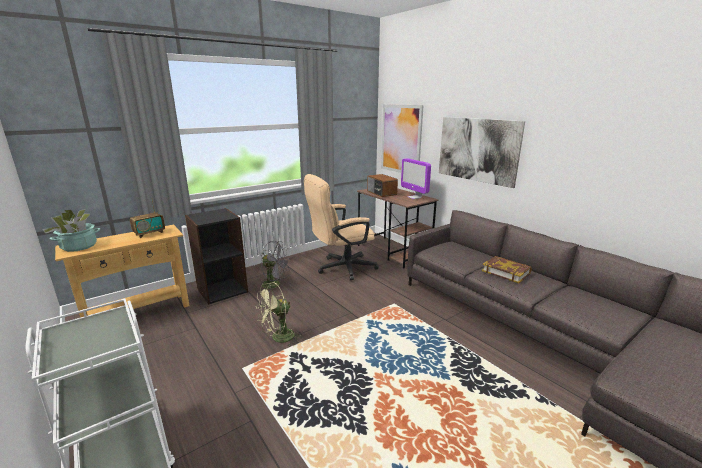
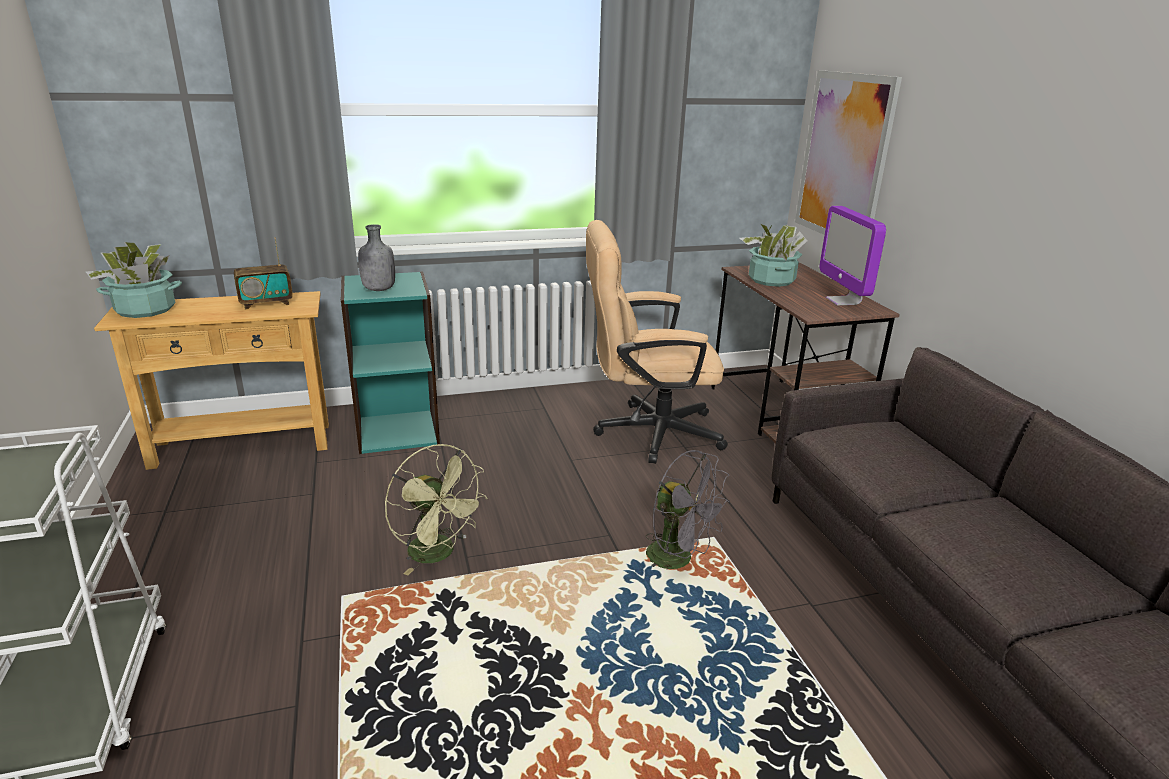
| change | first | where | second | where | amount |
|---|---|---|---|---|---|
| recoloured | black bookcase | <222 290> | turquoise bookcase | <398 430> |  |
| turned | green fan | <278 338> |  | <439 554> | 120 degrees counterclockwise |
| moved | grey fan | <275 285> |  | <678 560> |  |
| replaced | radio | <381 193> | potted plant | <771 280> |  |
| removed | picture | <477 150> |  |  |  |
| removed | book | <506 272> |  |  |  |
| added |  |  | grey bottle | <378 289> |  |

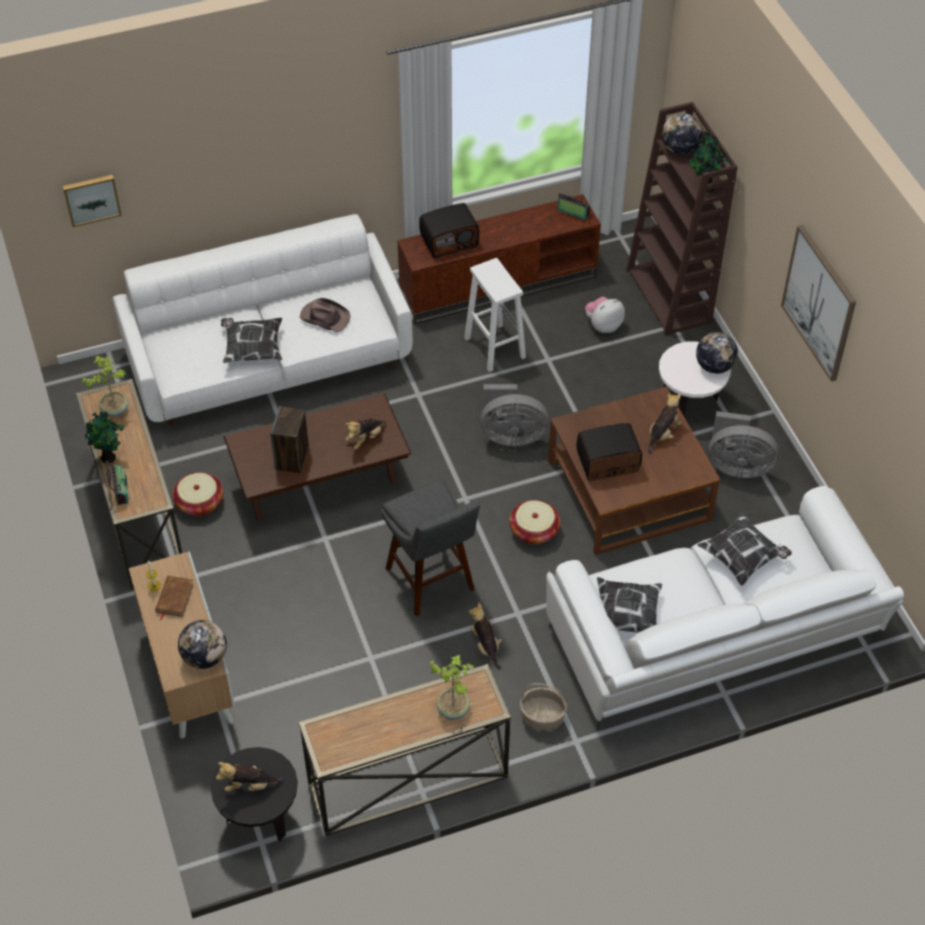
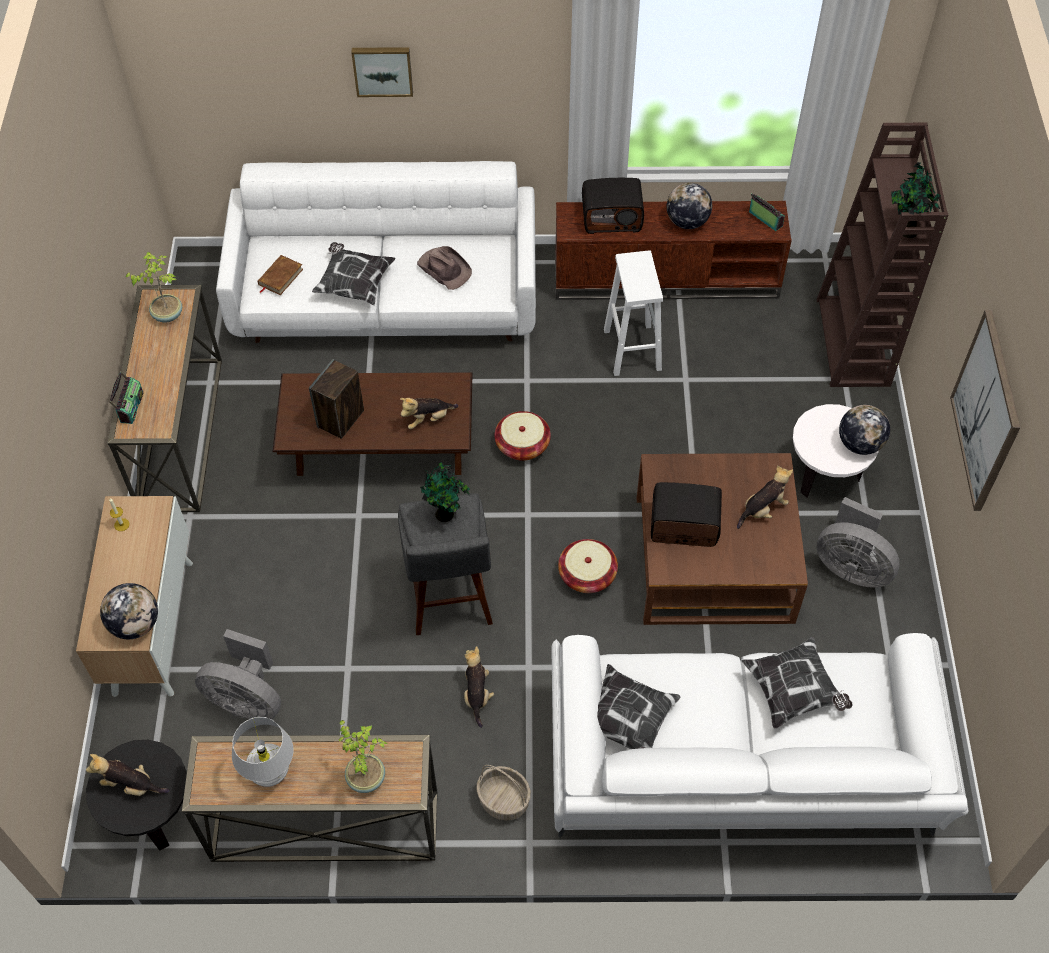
| change | first | where | second | where | amount |
|---|---|---|---|---|---|
| moved | picture | <91 199> |  | <383 70> |  |
| moved | potted plant | <109 457> |  | <446 515> |  |
| moved | brown book | <174 598> |  | <280 277> |  |
| moved | basket | <199 502> |  | <522 445> |  |
| moved | grey fan | <511 435> |  | <247 700> |  |
| removed | plush toy | <603 325> |  |  |  |
| moved | globe | <680 149> |  | <687 222> |  |
| added |  |  | white table lamp | <270 772> |  |

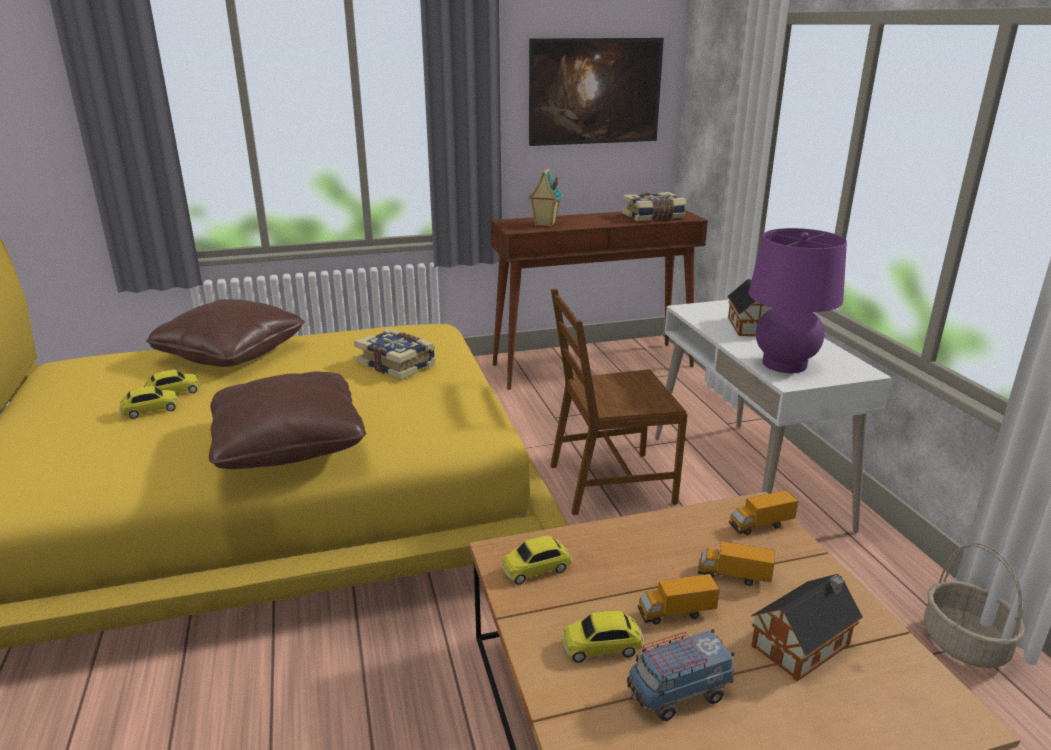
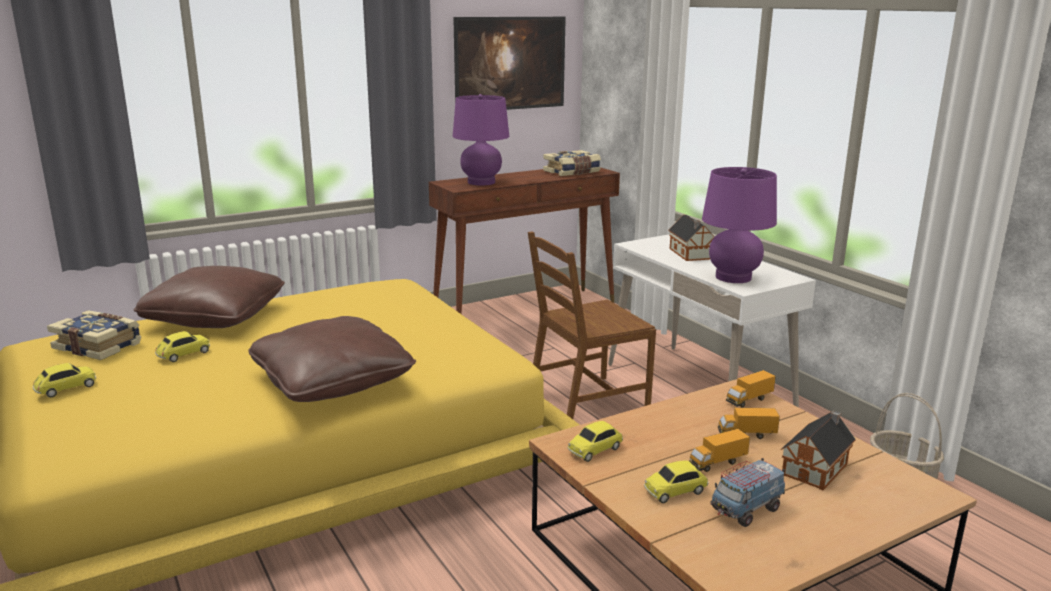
| change | first | where | second | where | amount |
|---|---|---|---|---|---|
| moved | toy car | <150 410> |  | <66 388> |  |
| moved | book | <397 364> |  | <99 346> |  |
| replaced | toy house | <544 224> | purple table lamp | <481 182> |  |

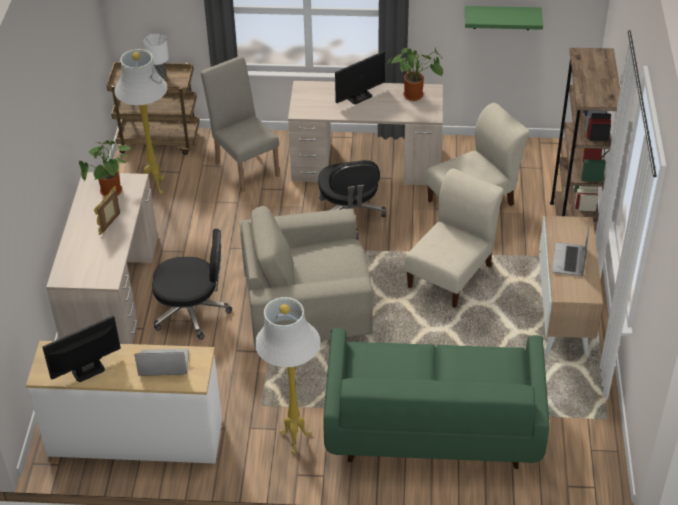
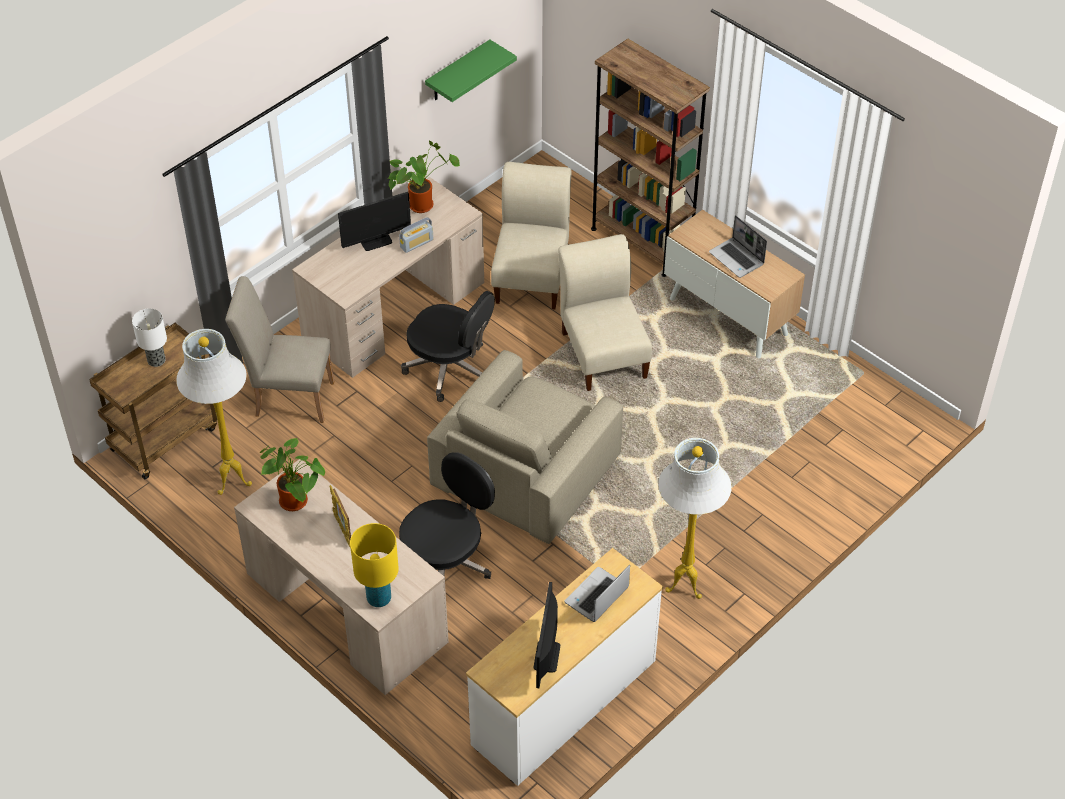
| change | first | where | second | where | amount |
|---|---|---|---|---|---|
| removed | green sofa | <432 423> |  |  |  |
| turned | monitor | <359 96> |  | <376 241> | 60 degrees clockwise |
| added |  |  | yellow table lamp | <379 598> |  |
| added |  |  | radio | <416 243> |  |

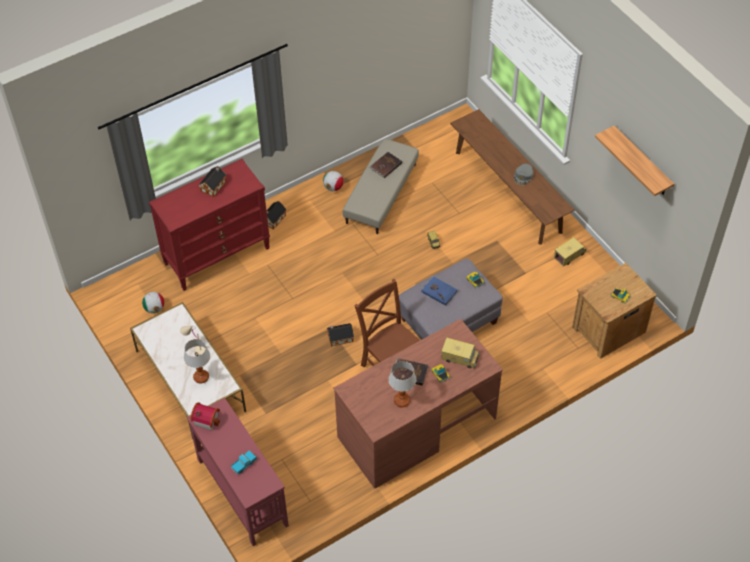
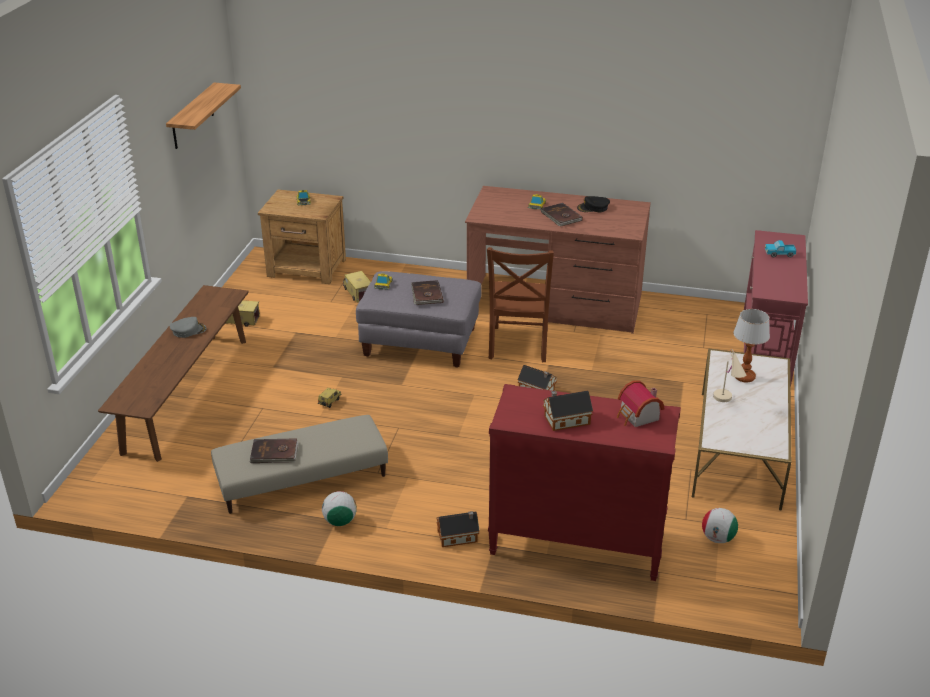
| change | first | where | second | where | amount |
|---|---|---|---|---|---|
| moved | toy house | <206 419> |  | <638 417> |  |
| replaced | table lamp | <401 401> | black cap | <593 208> |  |
| recoloured | blue book | <439 291> | brown book | <426 294> |  |
| moved | toy truck | <460 357> |  | <358 293> |  |

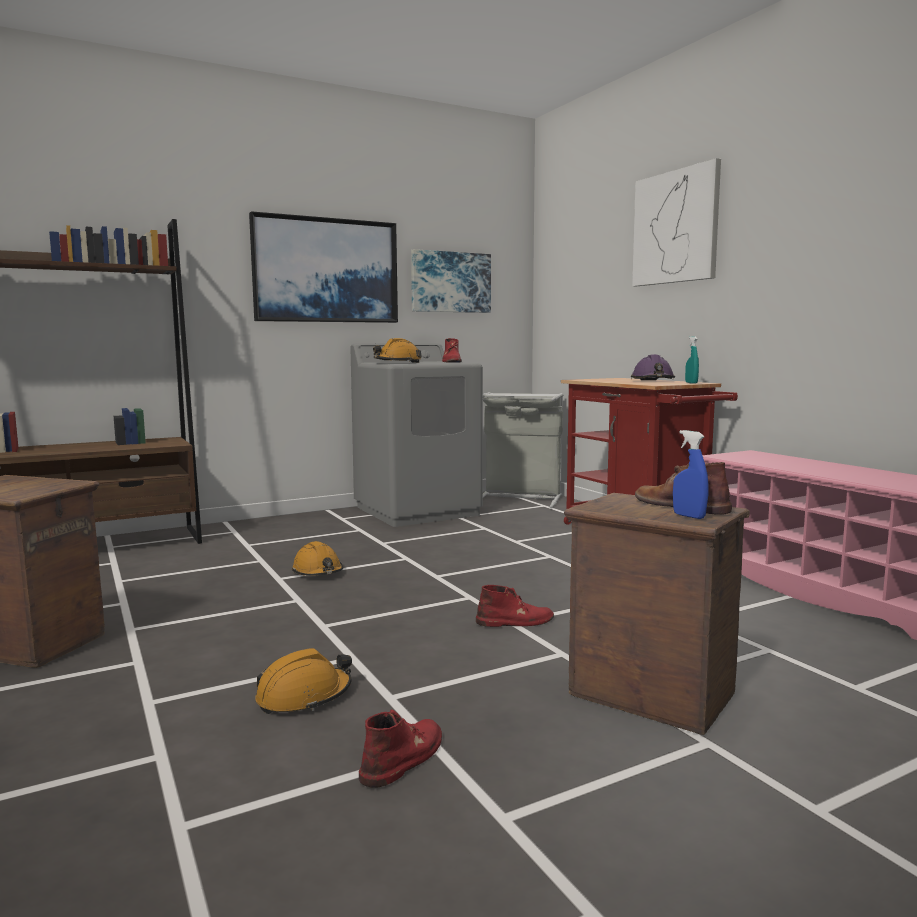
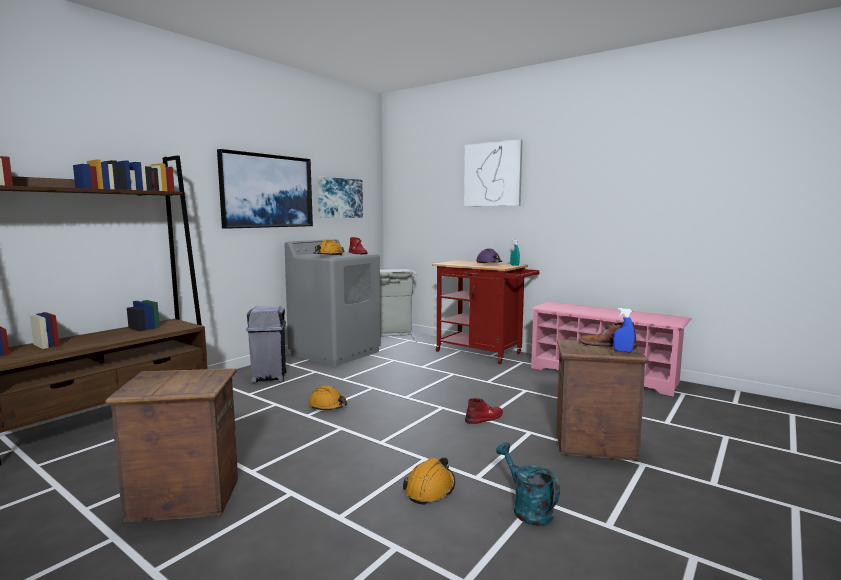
| change | first | where | second | where | amount |
|---|---|---|---|---|---|
| replaced | red boot | <404 757> | turquoise watering can | <527 508> |  |
| added |  |  | grey trash can | <269 377> |  |

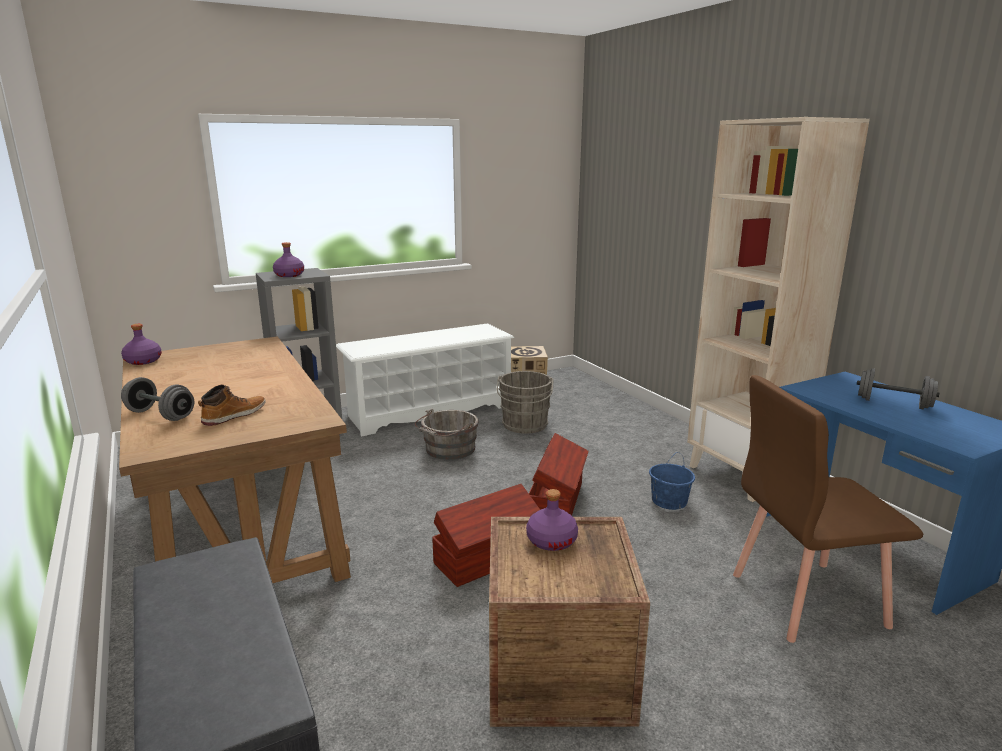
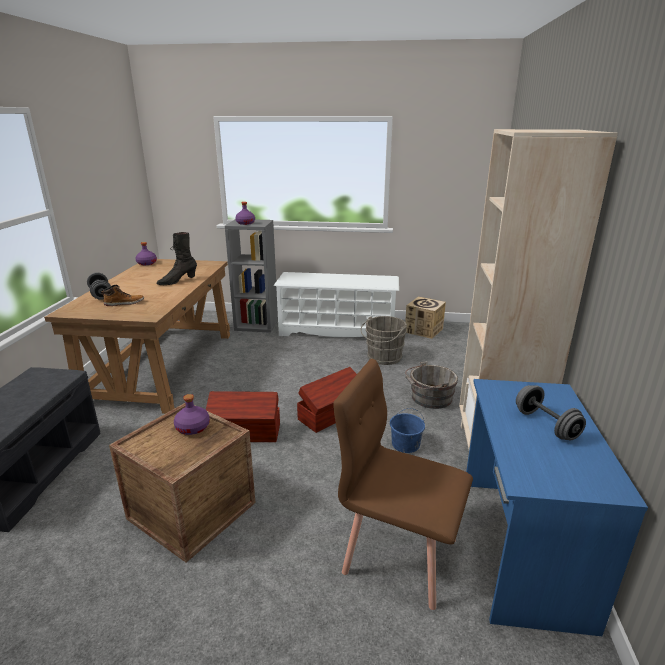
| change | first | where | second | where | amount |
|---|---|---|---|---|---|
| moved | grey bucket | <448 450> |  | <429 398> |  |
| added |  |  | black boot | <177 281> |  |

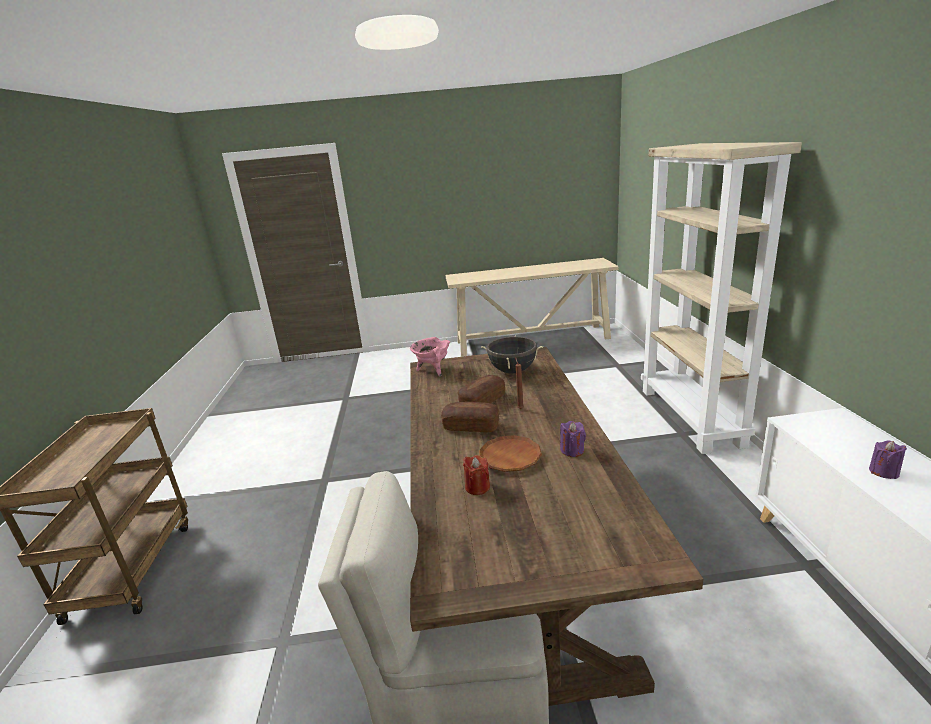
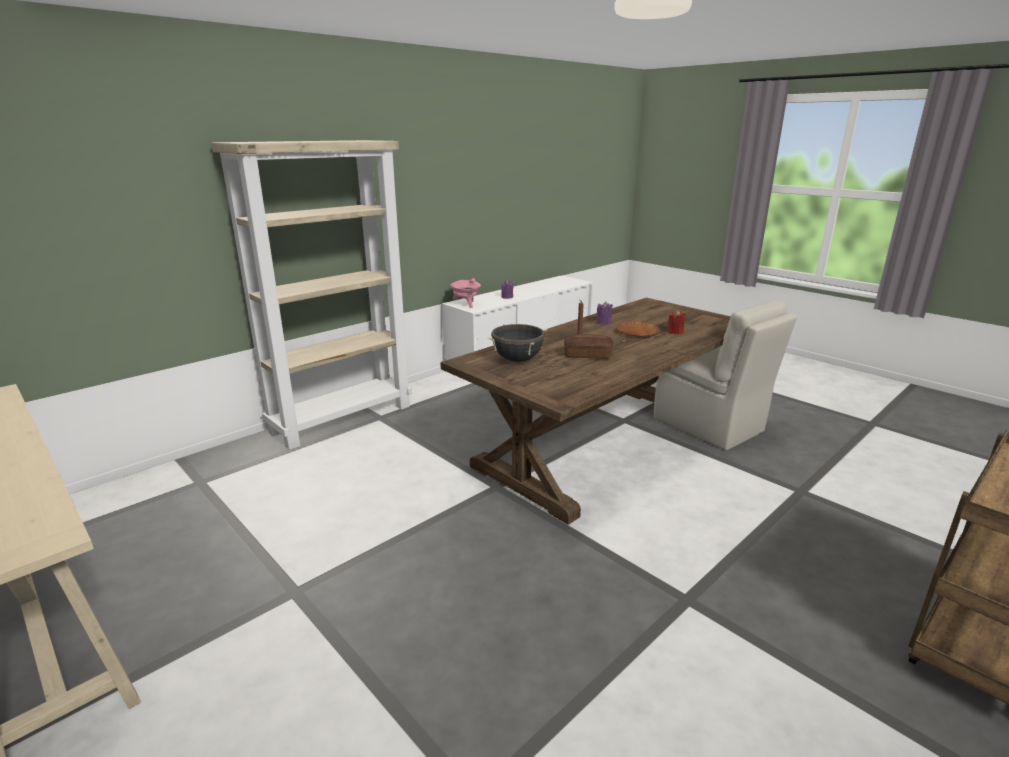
| change | first | where | second | where | amount |
|---|---|---|---|---|---|
| moved | pink cooking pot | <433 370> |  | <466 305> |  |
| removed | bread | <471 426> |  |  |  |

